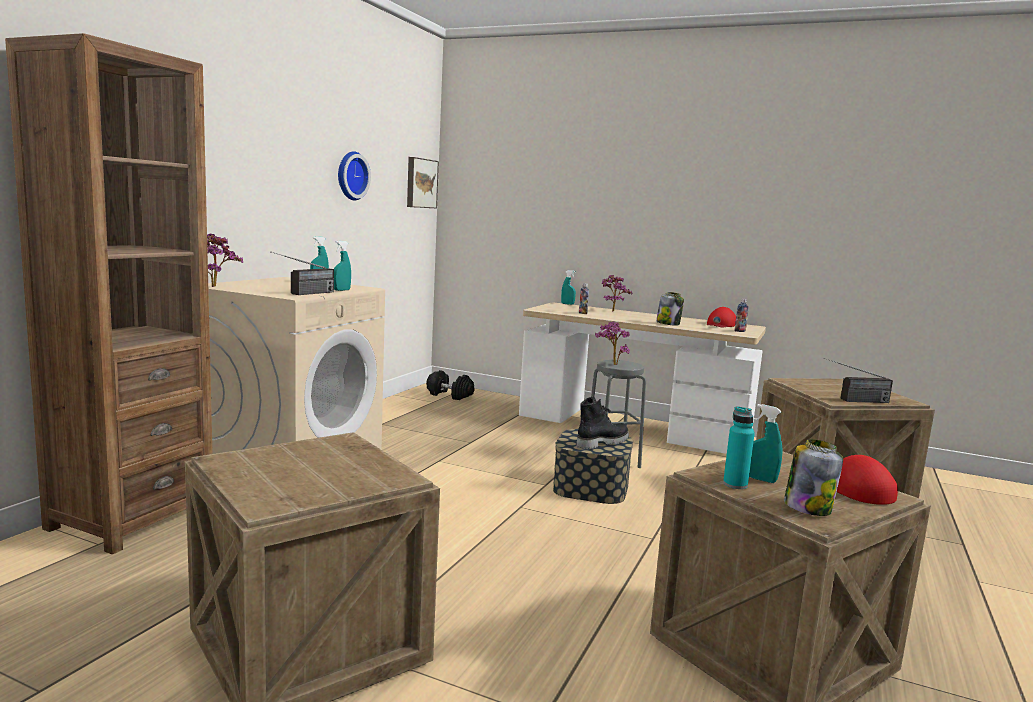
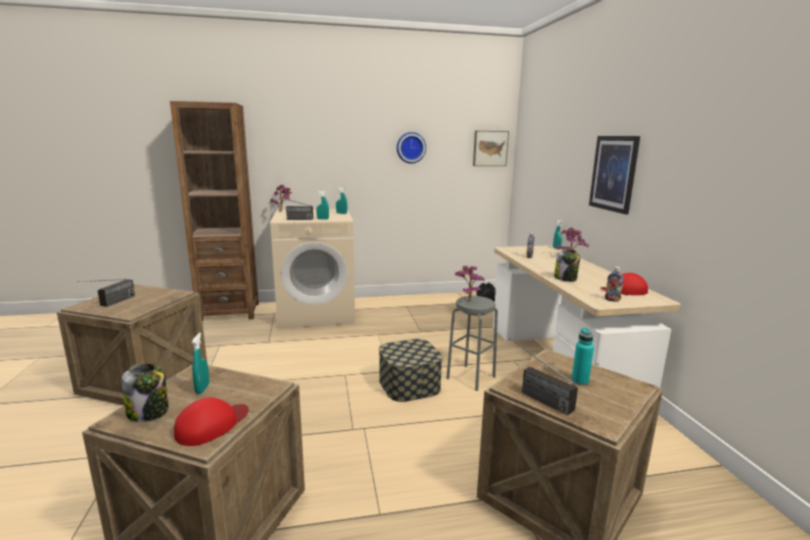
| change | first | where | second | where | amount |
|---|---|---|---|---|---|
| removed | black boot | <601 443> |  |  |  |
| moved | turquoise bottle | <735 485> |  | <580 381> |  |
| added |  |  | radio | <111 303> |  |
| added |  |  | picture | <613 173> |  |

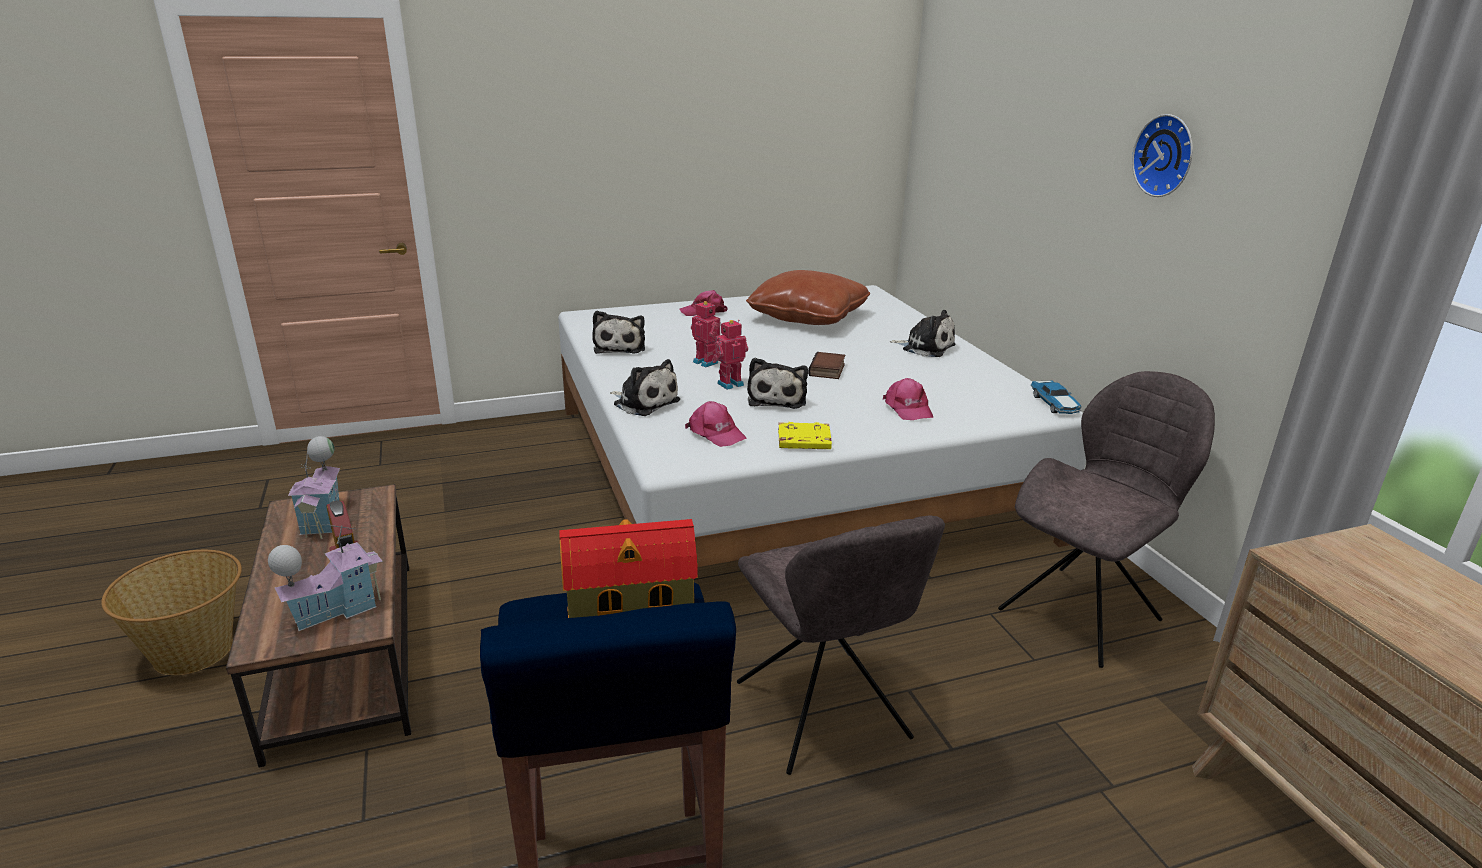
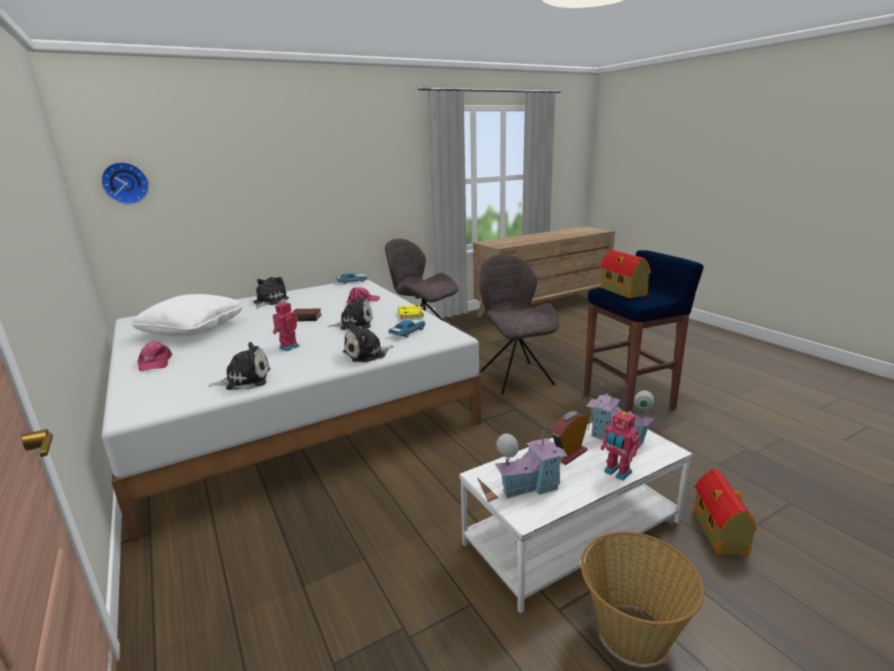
| change | first | where | second | where | amount |
|---|---|---|---|---|---|
| recoloured | brown coffee table | <343 652> | white coffee table | <573 534> |  |
| turned | plush toy | <644 402> |  | <367 354> | 150 degrees counterclockwise |
| replaced | pink cap | <715 433> | toy car | <408 332> |  |
| moved | toy robot | <729 383> |  | <617 473> |  |
| turned | grey chair | <824 715> |  | <515 377> | 75 degrees counterclockwise |
| recoloured | brown pillow | <808 317> | white pillow | <193 329> |  |
| moved | wall clock | <1166 155> |  | <125 183> |  |
| added |  |  | toy house | <720 533> |  |

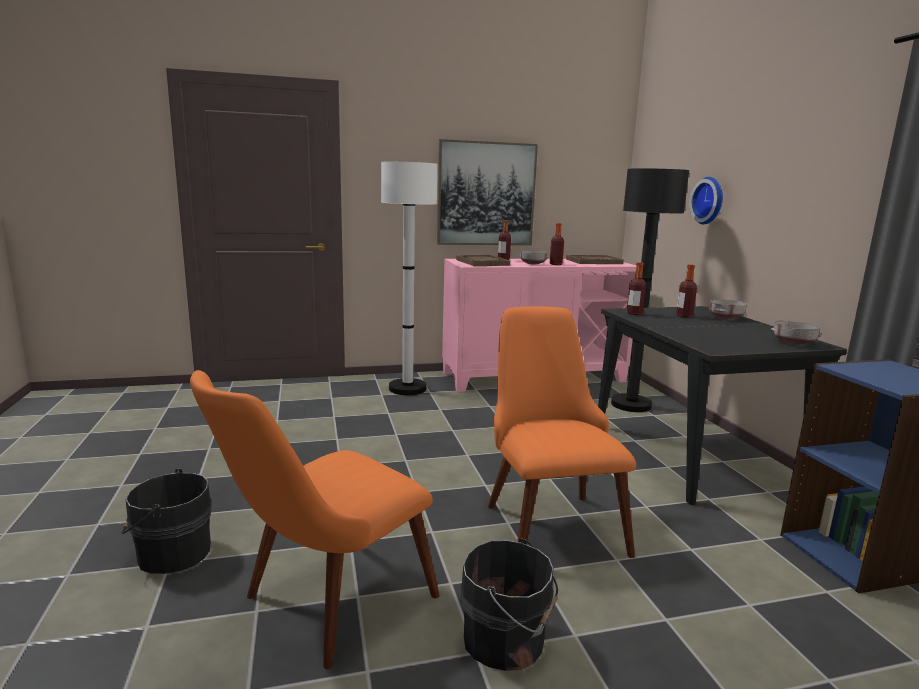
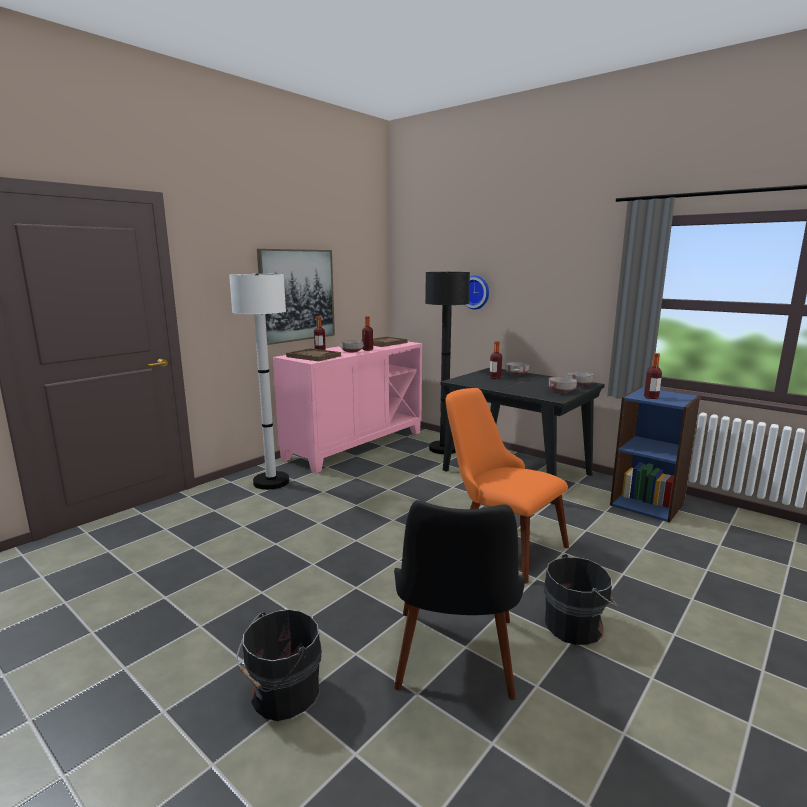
| change | first | where | second | where | amount |
|---|---|---|---|---|---|
| recoloured | orange chair | <322 607> | black chair | <455 666> |  |
| moved | bottle | <634 313> |  | <651 397> |  |
| added |  |  | grey bowl | <561 391> |  |

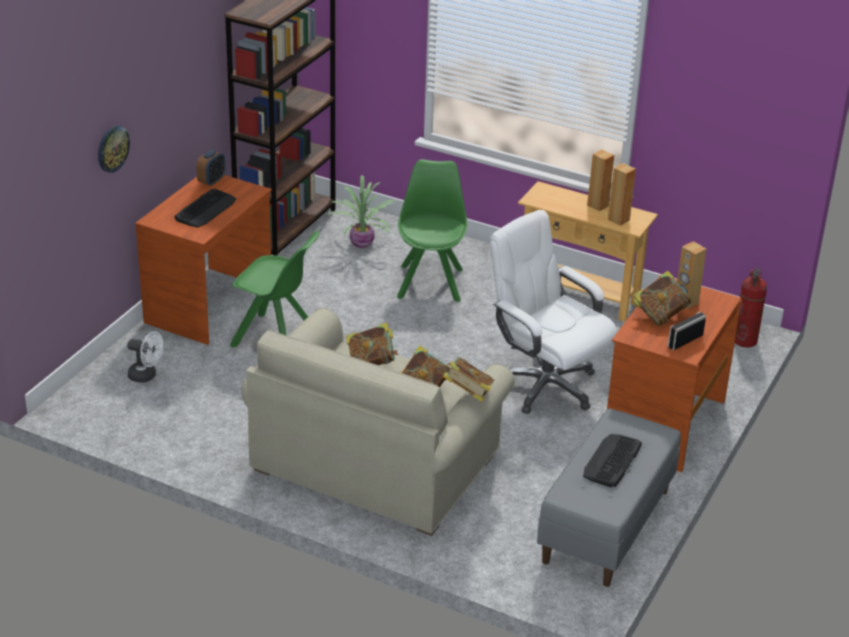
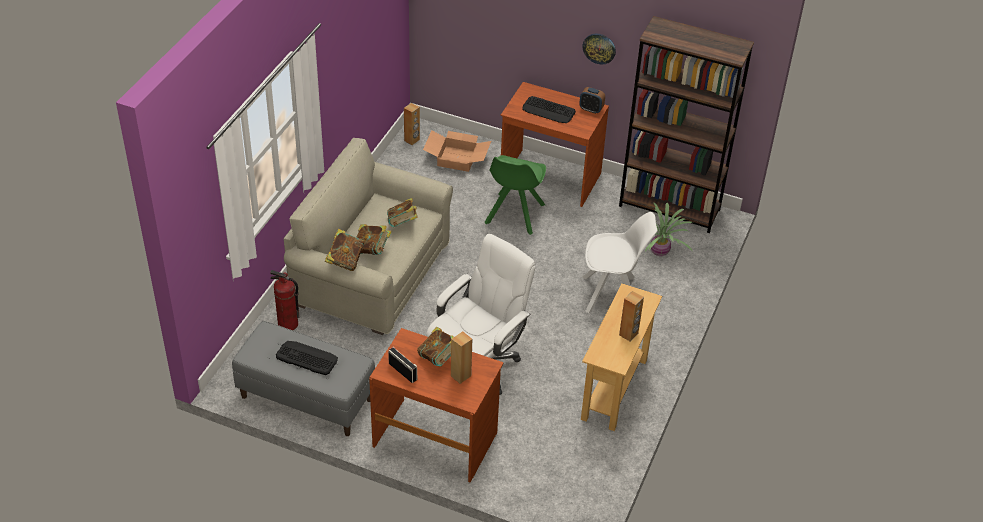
| change | first | where | second | where | amount |
|---|---|---|---|---|---|
| moved | wall clock | <112 148> |  | <599 48> |  |
| replaced | white fan | <146 376> | cardboard box | <457 158> |  |
| recoloured | green chair | <430 282> | white chair | <612 294> |  |
| moved | brown speaker | <618 219> |  | <412 140> |  |
| moved | fire extinguisher | <745 341> |  | <288 324> |  |

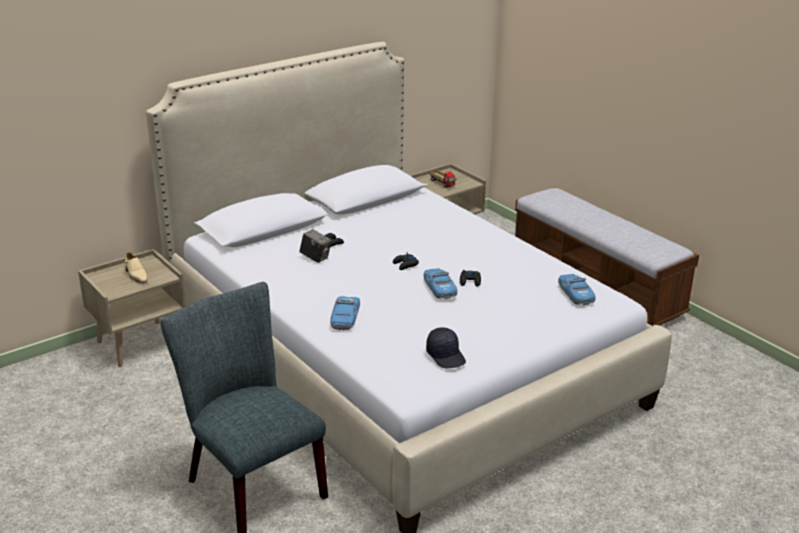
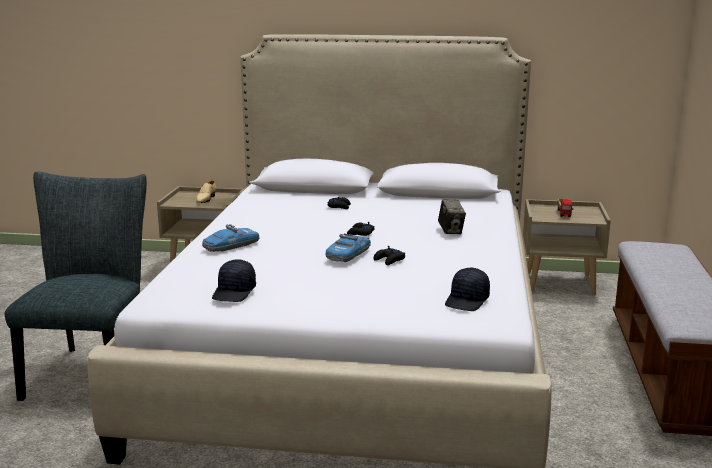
| change | first | where | second | where | amount |
|---|---|---|---|---|---|
| moved | photo camera | <315 258> |  | <451 231> |  |
| replaced | toy car | <575 294> | black cap | <467 301> |  |

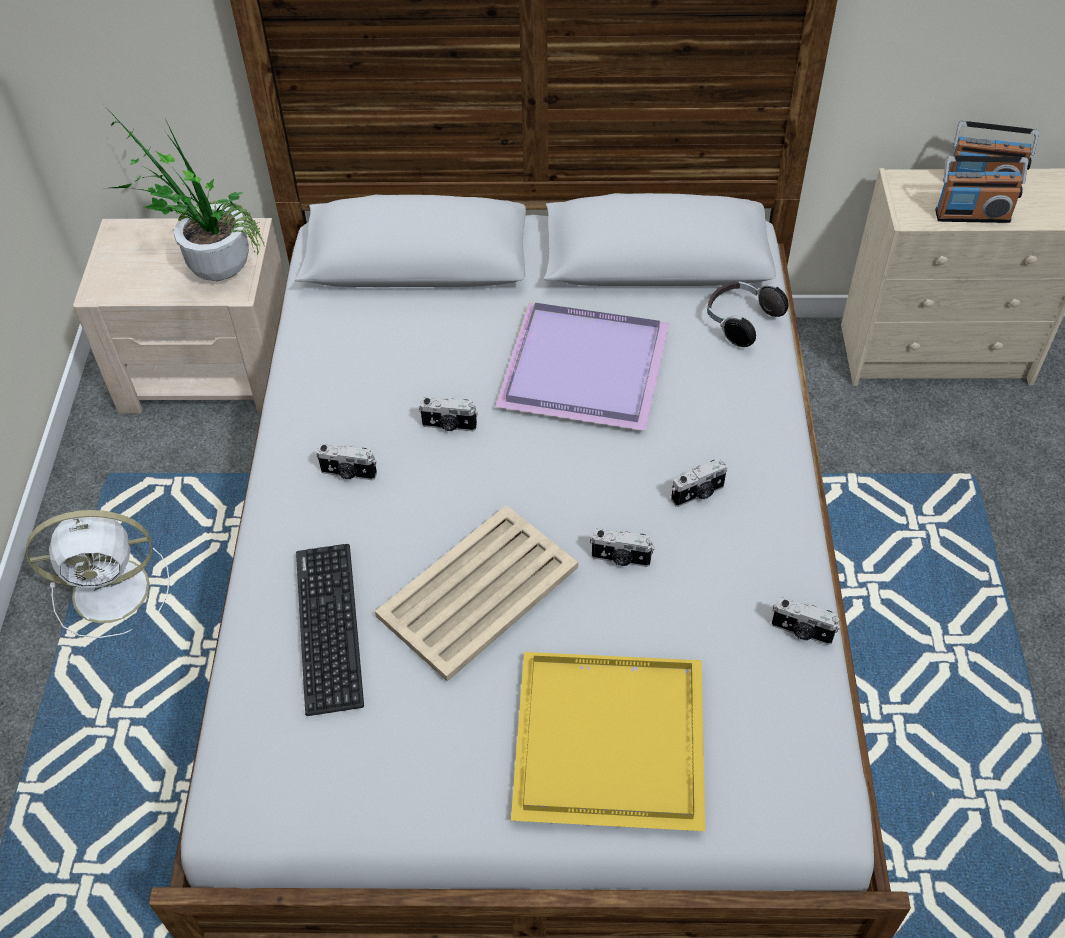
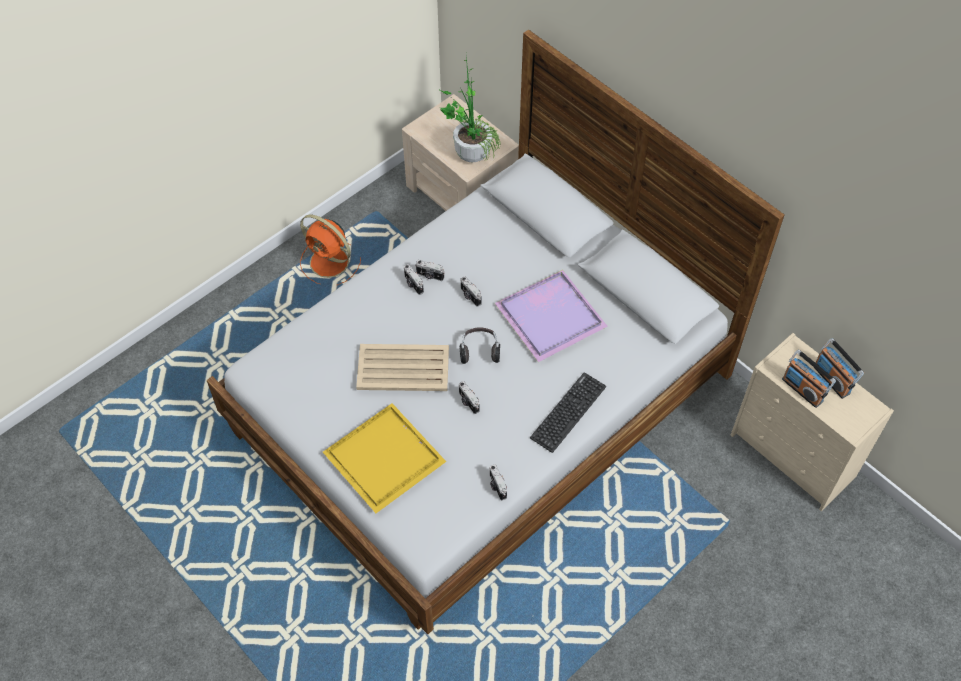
| change | first | where | second | where | amount |
|---|---|---|---|---|---|
| recoloured | white fan | <115 590> | orange fan | <331 263> |  |
| moved | keyboard | <329 627> |  | <568 412> |  |
| moved | photo camera | <698 494> |  | <430 276> |  |
| moved | headphones | <740 321> |  | <479 350> |  |

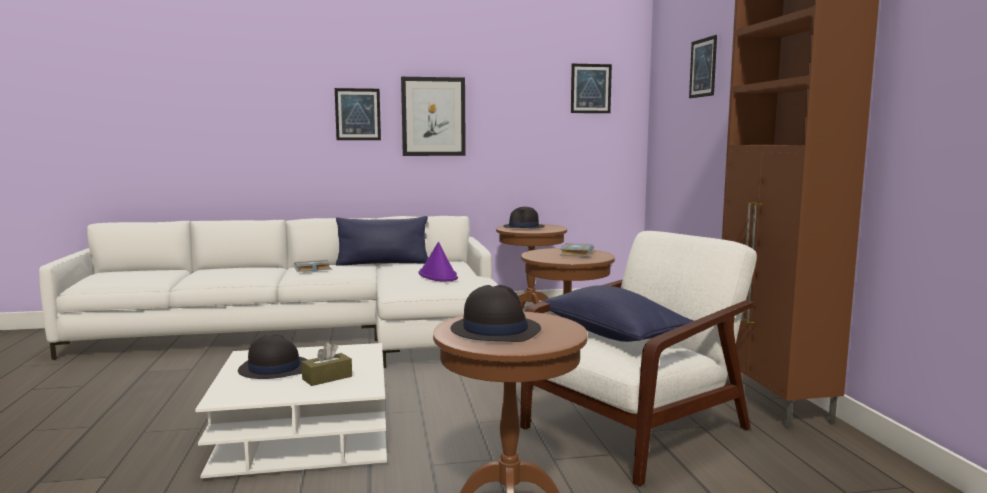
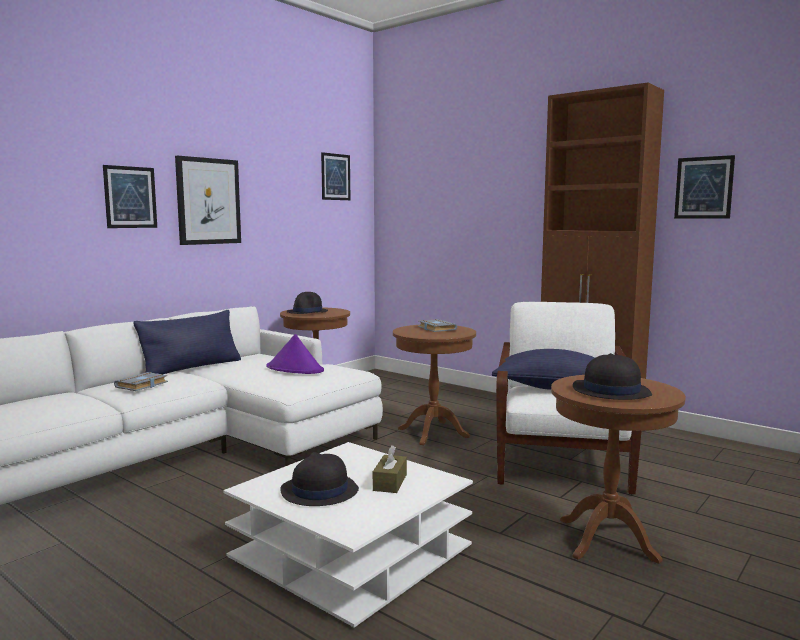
| change | first | where | second | where | amount |
|---|---|---|---|---|---|
| moved | picture | <703 67> |  | <703 187> |  |

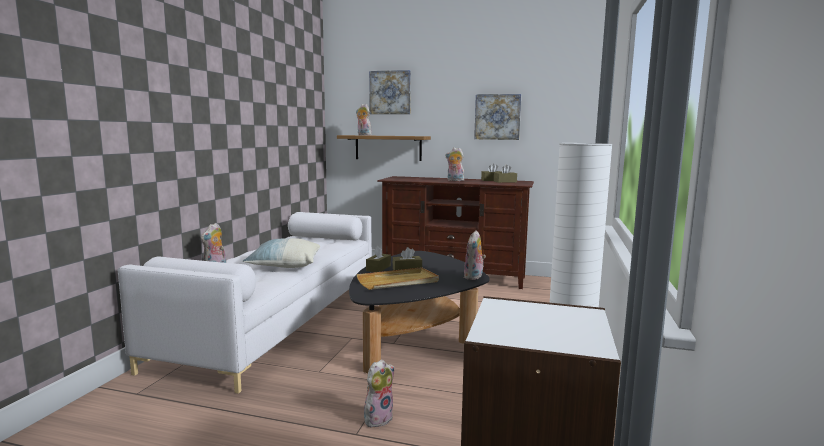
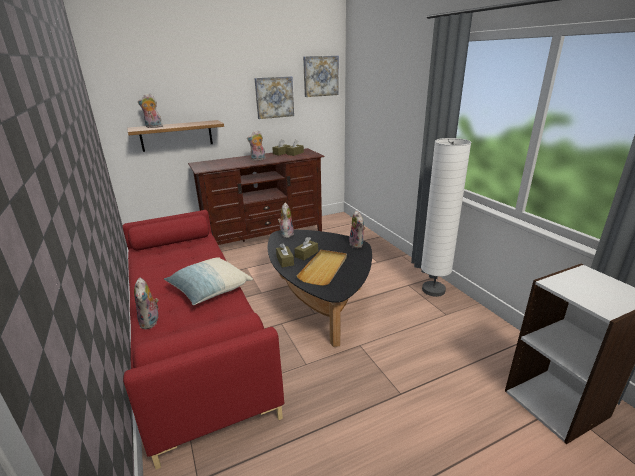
| change | first | where | second | where | amount |
|---|---|---|---|---|---|
| recoloured | white sofa | <278 318> | red sofa | <193 336> |  |
| moved | plush toy | <378 418> |  | <286 234> |  |
| moved | picture | <390 92> |  | <320 76> |  |

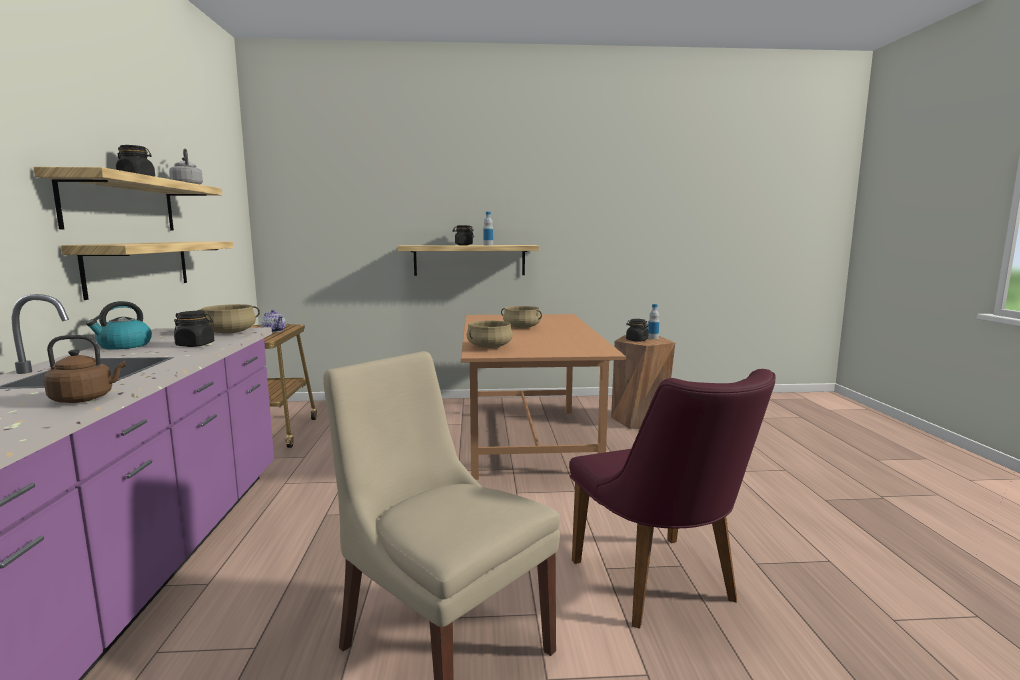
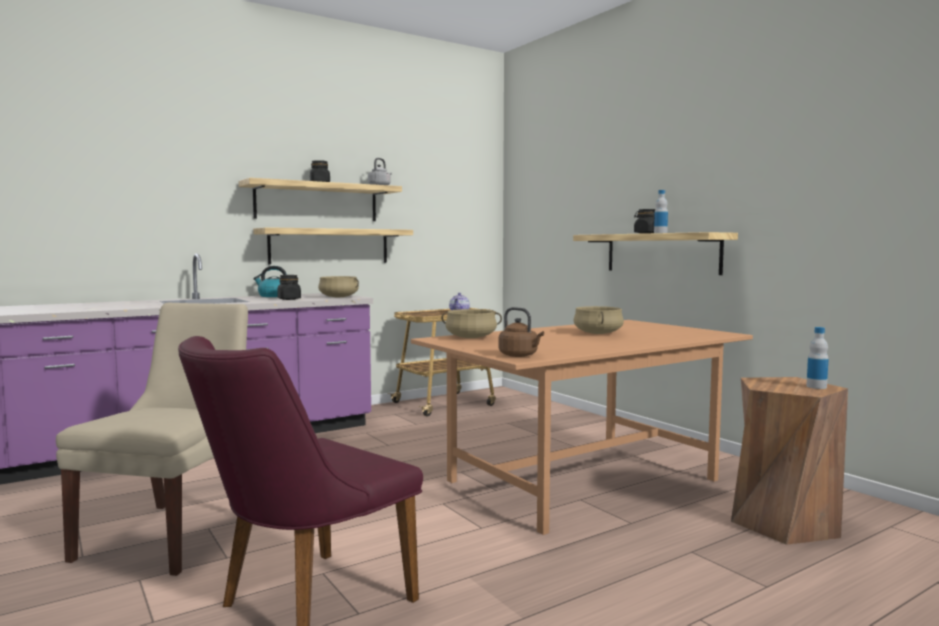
| change | first | where | second | where | amount |
|---|---|---|---|---|---|
| moved | brown kettle | <85 399> |  | <520 355> |  |
| removed | black jar | <636 340> |  |  |  |

